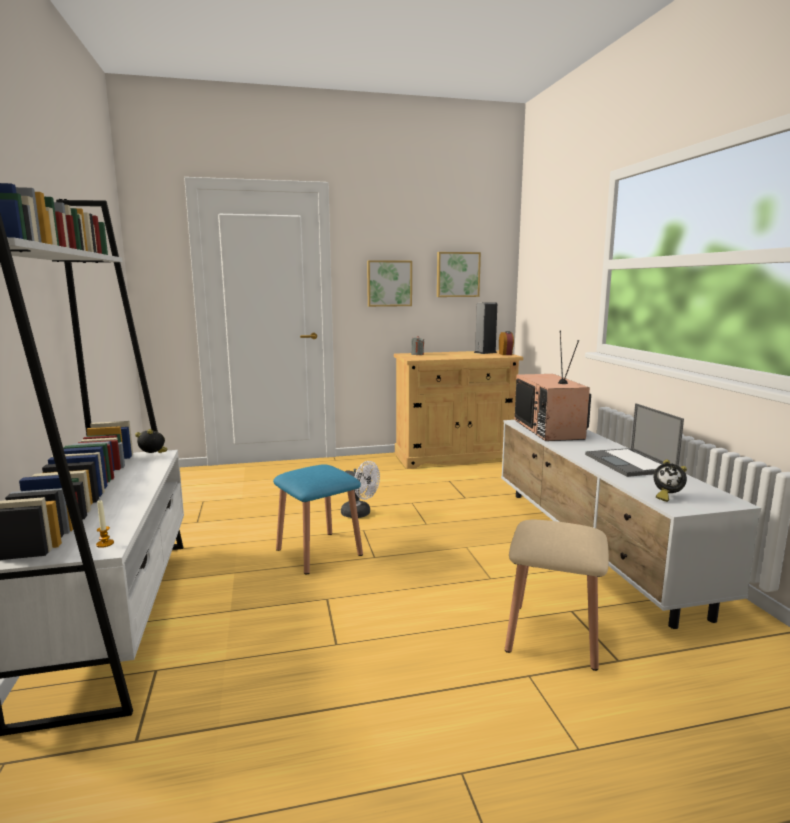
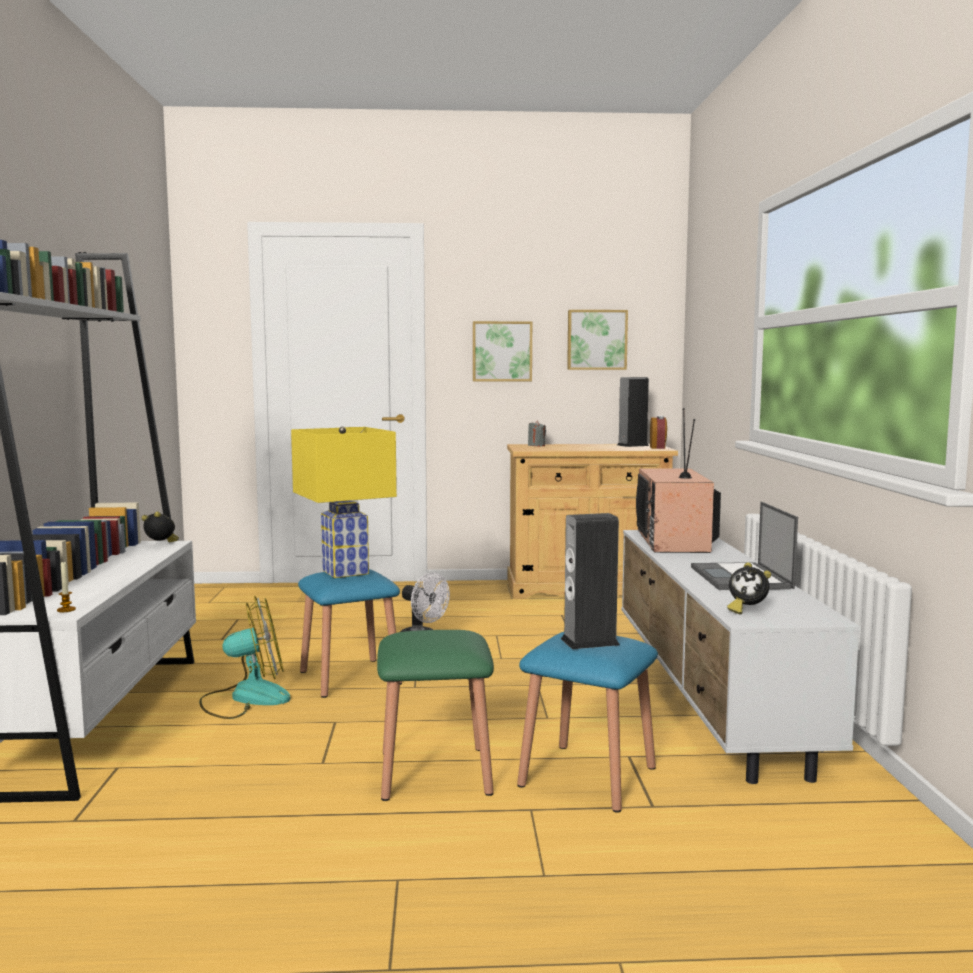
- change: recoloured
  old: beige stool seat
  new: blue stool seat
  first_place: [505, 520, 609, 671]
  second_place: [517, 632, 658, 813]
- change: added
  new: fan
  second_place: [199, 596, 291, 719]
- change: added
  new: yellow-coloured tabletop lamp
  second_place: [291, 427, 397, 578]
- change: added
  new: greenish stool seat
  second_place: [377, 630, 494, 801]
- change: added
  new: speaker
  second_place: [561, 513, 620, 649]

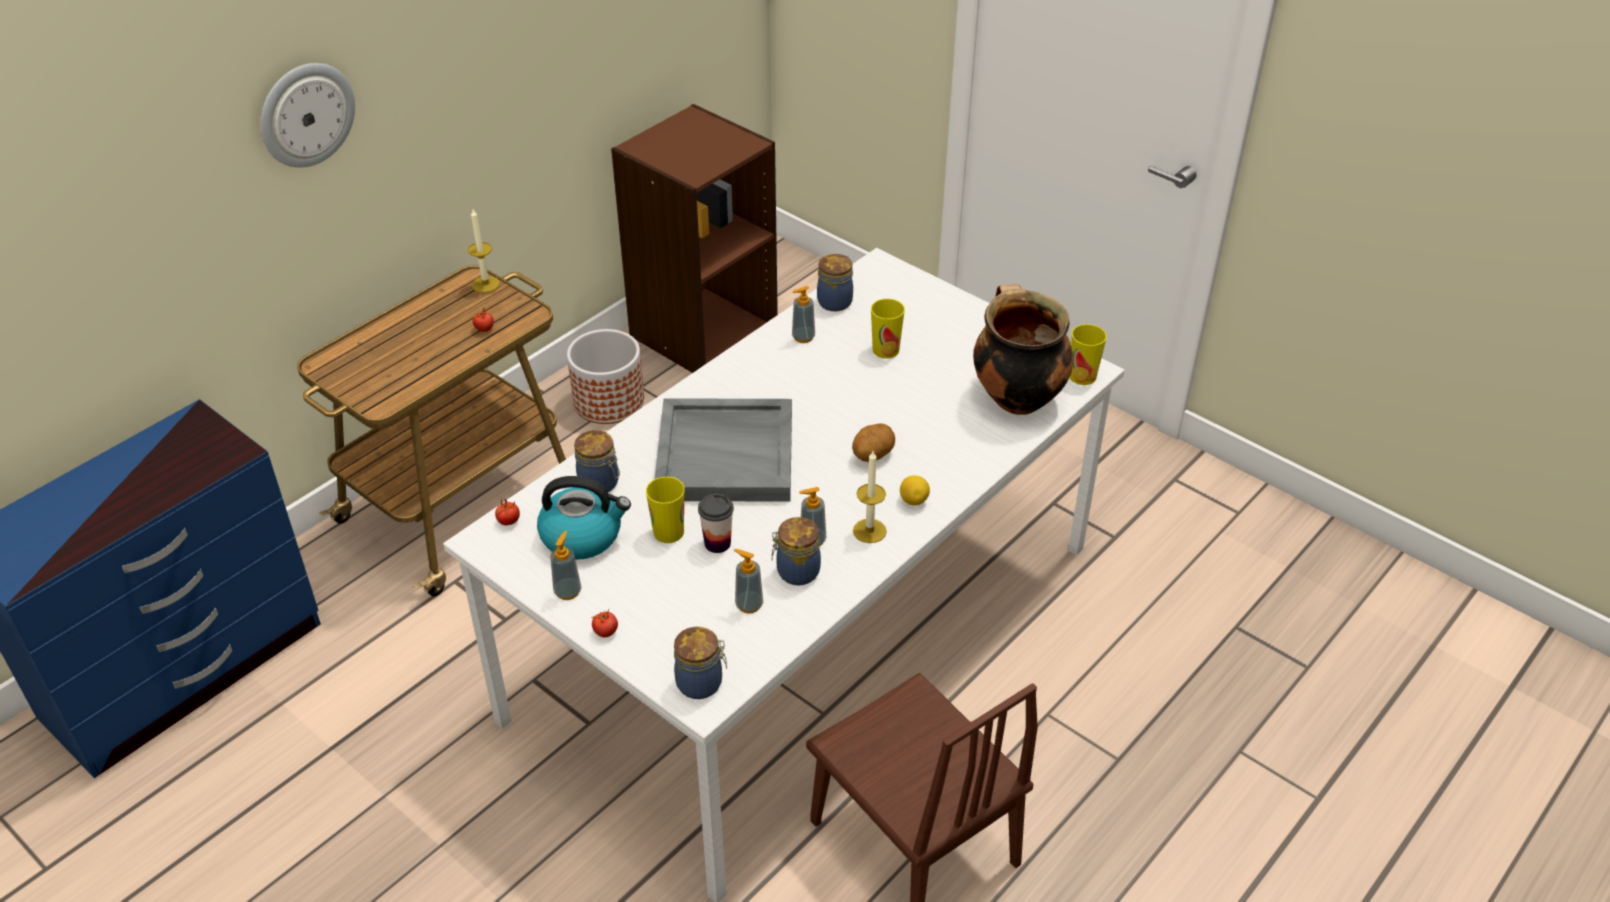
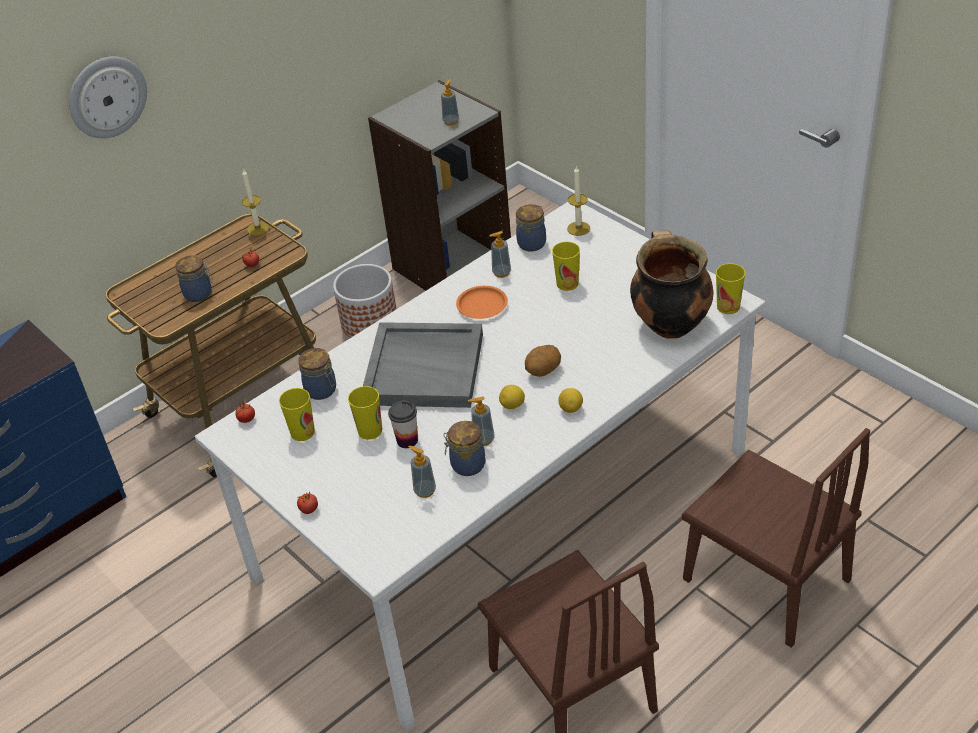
- change: replaced
  old: tea kettle
  new: drinking cup
  first_place: [537, 476, 631, 560]
  second_place: [279, 388, 315, 441]
- change: moved
  old: soap dispenser
  first_place: [550, 531, 581, 600]
  second_place: [441, 79, 459, 125]
- change: recoloured
  old: brown bookshelf
  new: grey bookshelf
  first_place: [611, 104, 778, 373]
  second_place: [368, 80, 511, 291]
- change: moved
  old: preserve jar
  first_place: [674, 627, 727, 699]
  second_place: [175, 255, 213, 302]
- change: moved
  old: wax candle
  first_place: [853, 451, 887, 543]
  second_place: [567, 165, 590, 236]
- change: added
  new: orange-coloured flat dish
  second_place: [456, 286, 508, 319]
- change: added
  new: whole lemon
  second_place: [499, 385, 525, 409]
- change: added
  new: brown upright chair
  second_place: [682, 428, 870, 648]

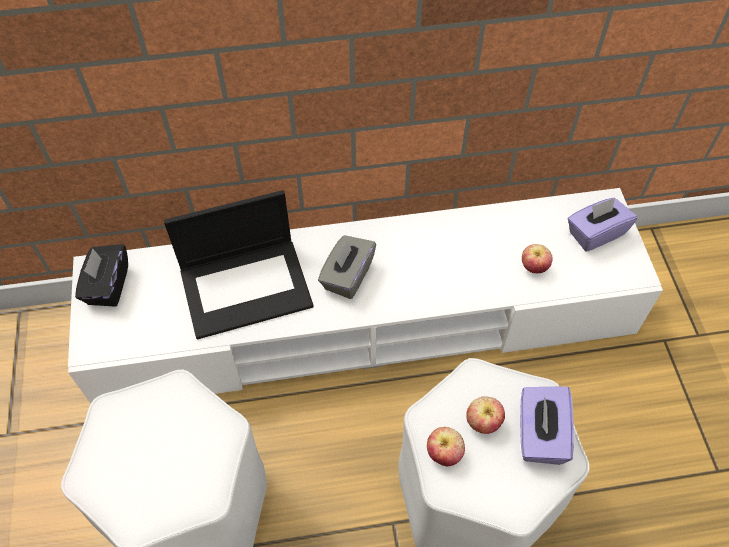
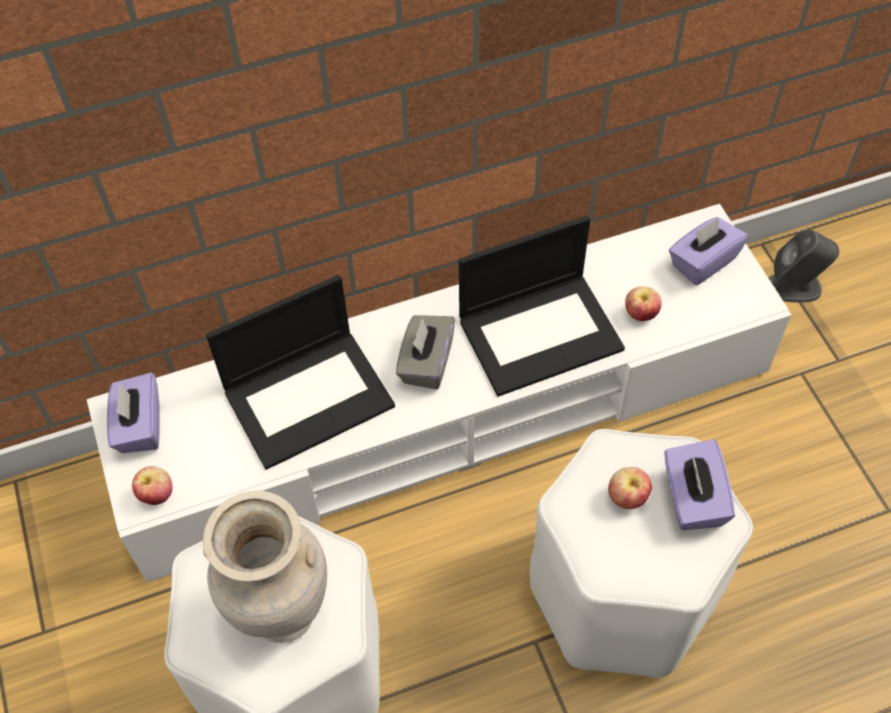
- change: recoloured
  old: black-coloured box of tissues
  new: purplish box of tissues
  first_place: [75, 244, 128, 307]
  second_place: [107, 373, 159, 453]
- change: moved
  old: apple fruit
  first_place: [427, 427, 465, 467]
  second_place: [132, 466, 172, 505]
- change: added
  new: beige vase
  second_place: [203, 490, 327, 643]
- change: added
  new: laptop
  second_place: [459, 216, 625, 397]
- change: added
  new: grey speaker
  second_place: [769, 229, 839, 303]

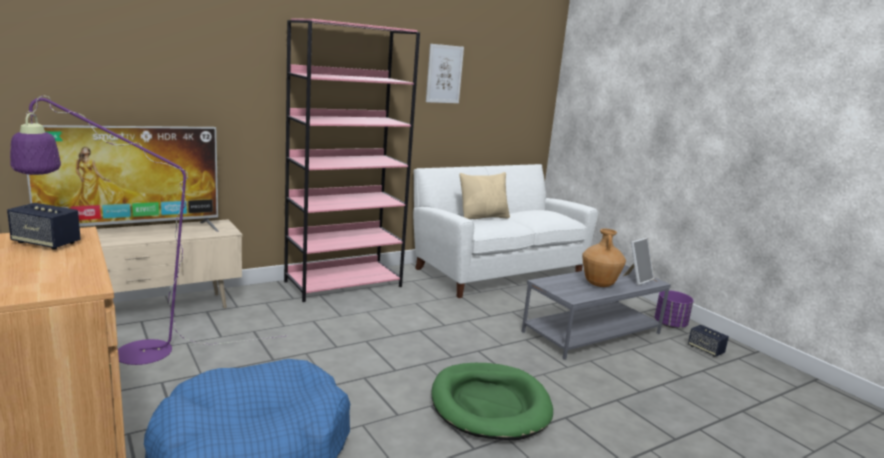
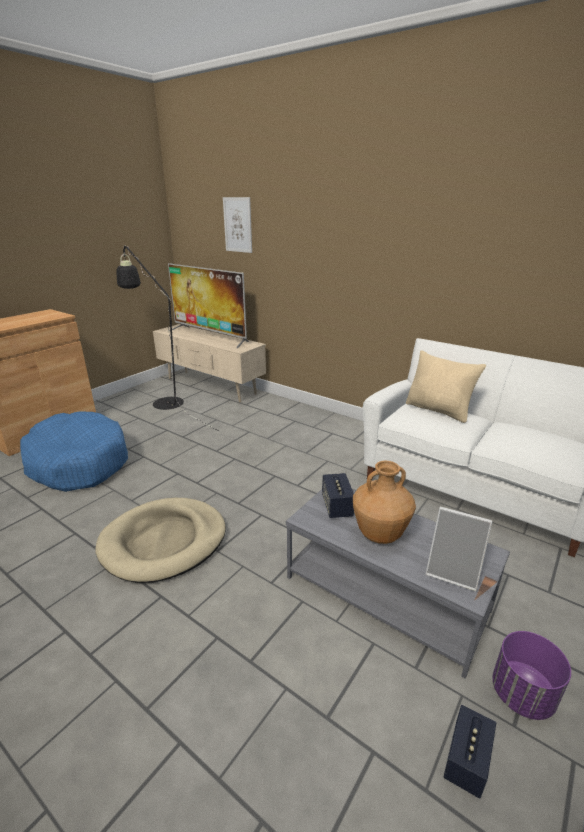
- change: moved
  old: speaker
  first_place: [7, 203, 81, 250]
  second_place: [322, 473, 354, 518]
- change: recoloured
  old: purplish standard lamp
  new: black-coloured standard lamp
  first_place: [10, 96, 288, 365]
  second_place: [117, 245, 219, 431]
- change: removed
  old: pinkish bookshelf
  first_place: [284, 18, 420, 302]
- change: moved
  old: wall picture
  first_place: [426, 44, 464, 103]
  second_place: [223, 197, 252, 253]
- change: recoloured
  old: greenish dog bed
  new: beige dog bed
  first_place: [432, 363, 553, 440]
  second_place: [96, 498, 226, 583]

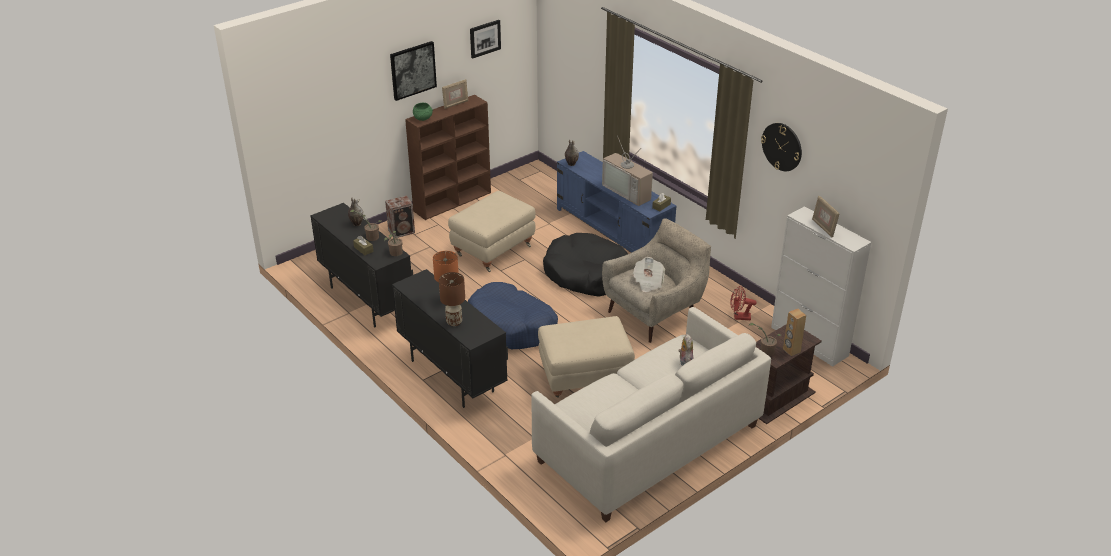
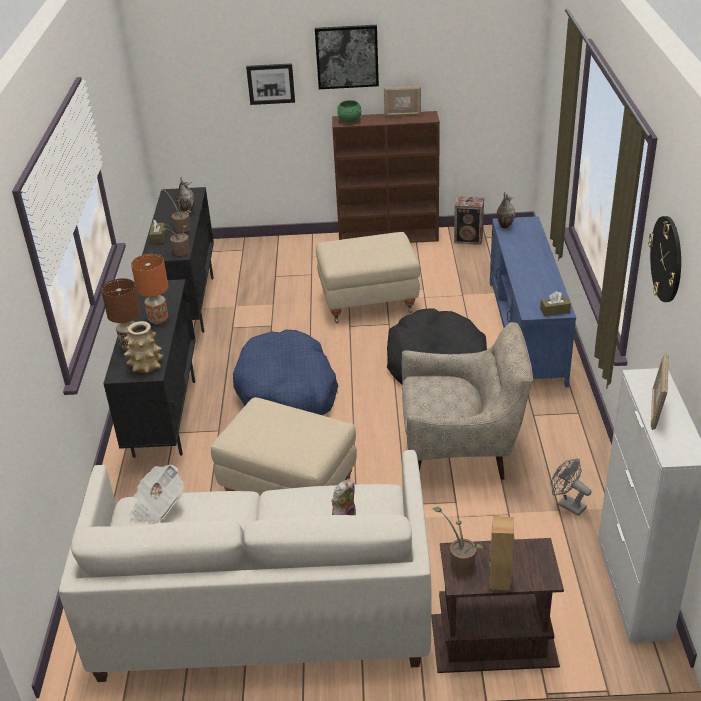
- change: moved
  old: speaker
  first_place: [385, 196, 415, 238]
  second_place: [454, 196, 484, 245]
- change: moved
  old: wall picture
  first_place: [470, 20, 501, 58]
  second_place: [246, 63, 295, 105]
- change: removed
  old: TV
  first_place: [602, 136, 653, 206]
- change: moved
  old: newspaper
  first_place: [633, 257, 665, 292]
  second_place: [130, 465, 184, 523]
- change: recoloured
  old: reddish fan
  new: grey fan
  first_place: [730, 286, 757, 320]
  second_place: [551, 459, 591, 516]
- change: added
  new: vase
  second_place: [124, 321, 163, 373]

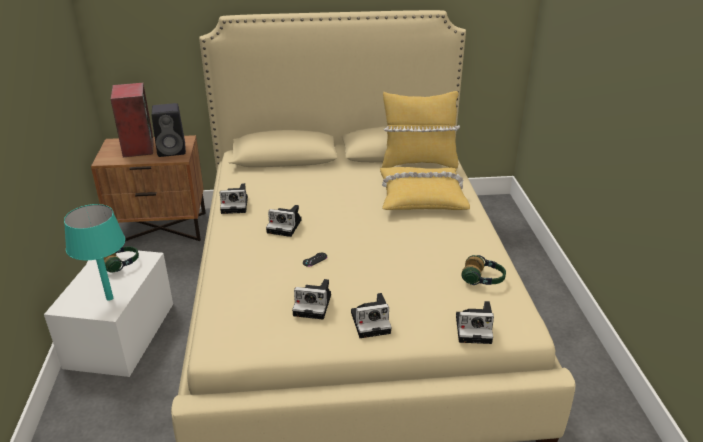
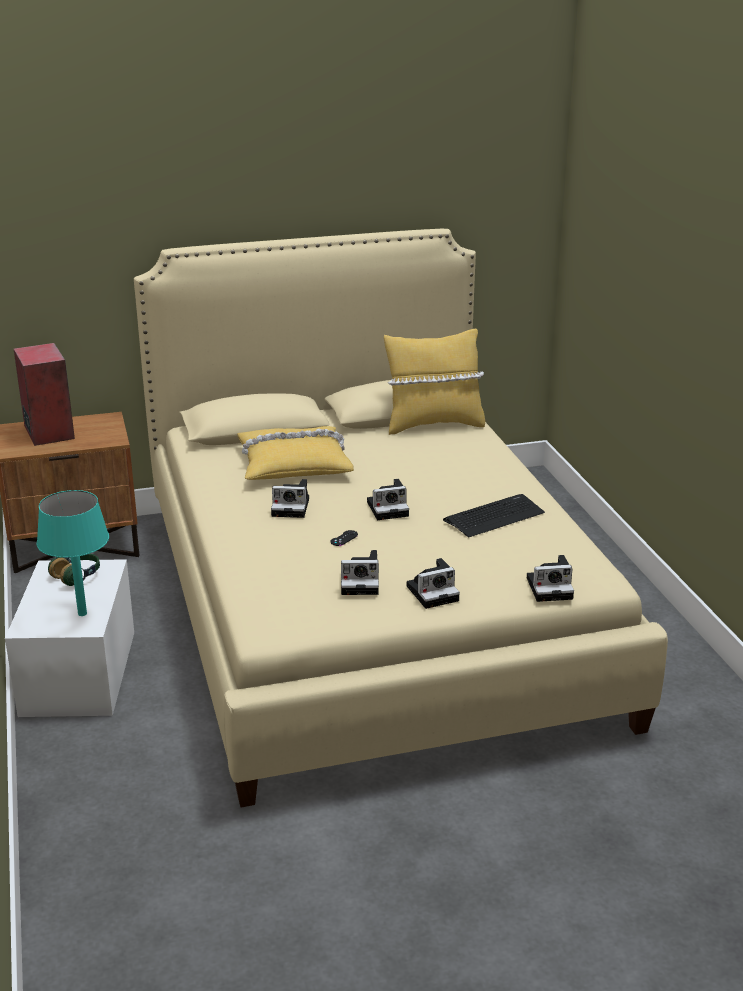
- change: removed
  old: black-coloured speaker
  first_place: [152, 103, 186, 157]
- change: moved
  old: still camera
  first_place: [220, 183, 248, 214]
  second_place: [367, 479, 409, 520]
- change: moved
  old: yellow-coloured pillow
  first_place: [380, 167, 470, 210]
  second_place: [237, 426, 354, 480]
- change: removed
  old: headset
  first_place: [461, 255, 506, 285]
- change: added
  new: computer keyboard
  second_place: [443, 494, 545, 538]

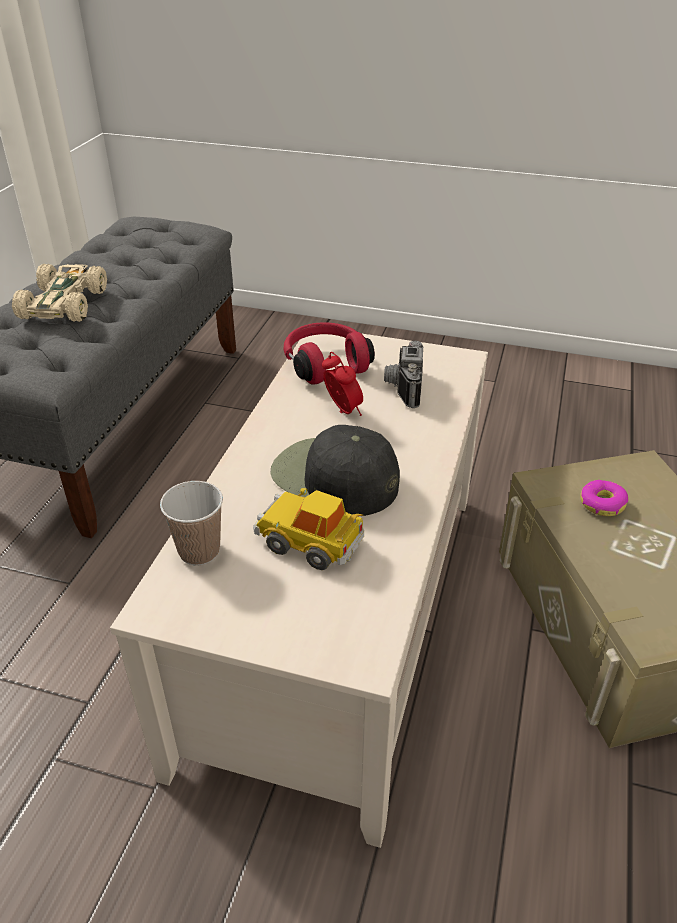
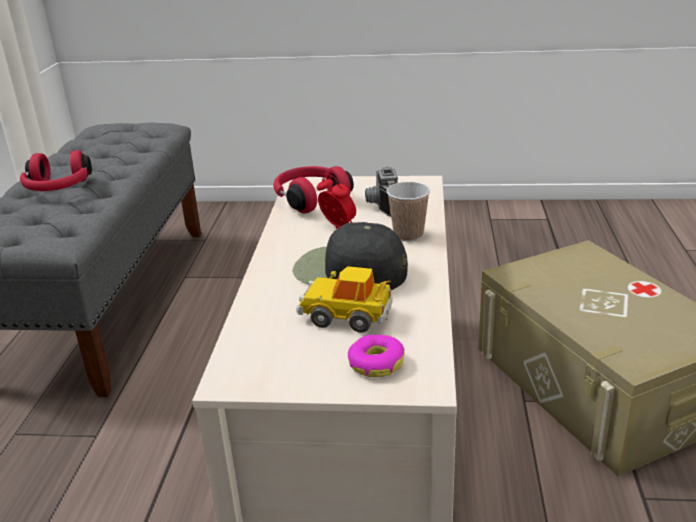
- change: replaced
  old: beige toy car
  new: reddish headset
  first_place: [12, 264, 107, 322]
  second_place: [20, 150, 92, 191]
- change: moved
  old: drinking cup
  first_place: [160, 481, 223, 566]
  second_place: [387, 182, 430, 241]
- change: moved
  old: donut
  first_place: [580, 480, 628, 516]
  second_place: [348, 335, 405, 377]

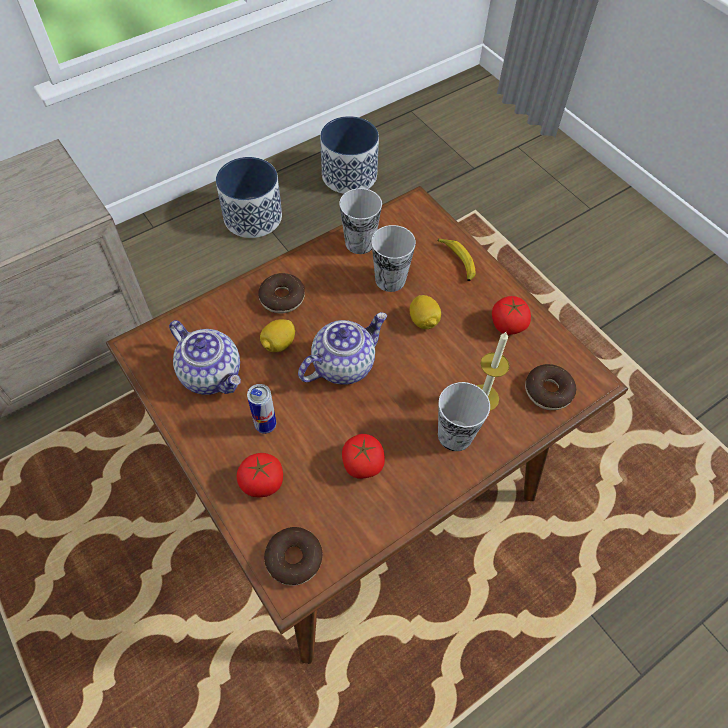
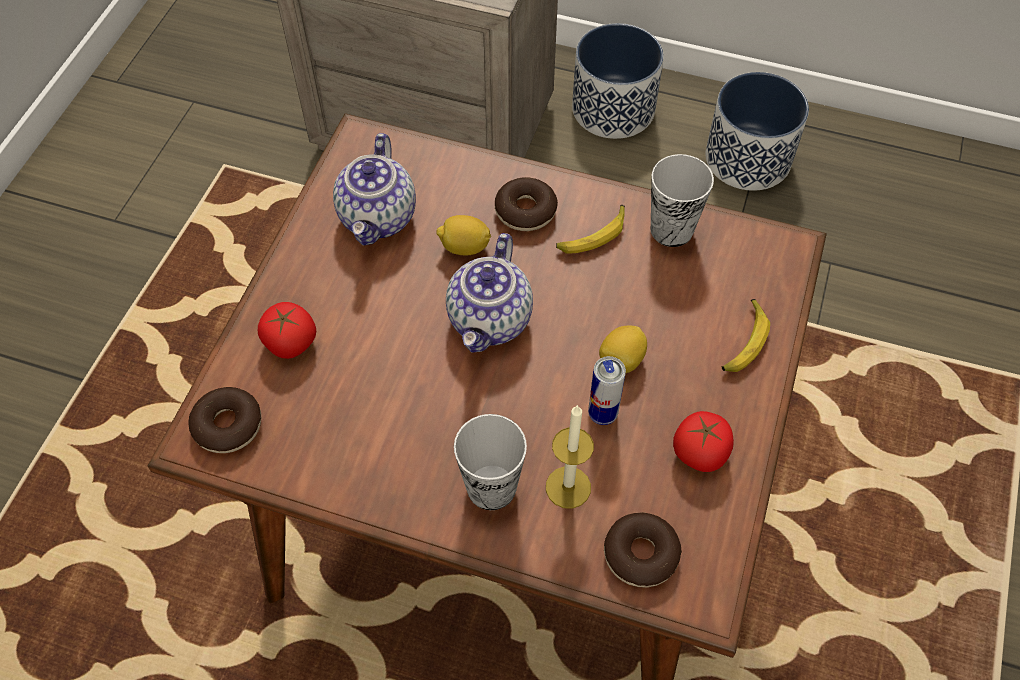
- change: moved
  old: sealed can
  first_place: [247, 384, 276, 434]
  second_place: [588, 356, 626, 425]
- change: turned
  old: teapot
  first_place: [298, 312, 387, 385]
  second_place: [446, 233, 533, 353]
  degrees: 90
- change: moved
  old: flower pot
  first_place: [320, 116, 379, 194]
  second_place: [572, 23, 664, 139]
- change: removed
  old: whole tomato
  first_place: [342, 434, 385, 479]
- change: removed
  old: drinking cup
  first_place: [371, 225, 416, 292]
- change: added
  new: whole banana
  second_place: [556, 205, 625, 254]

